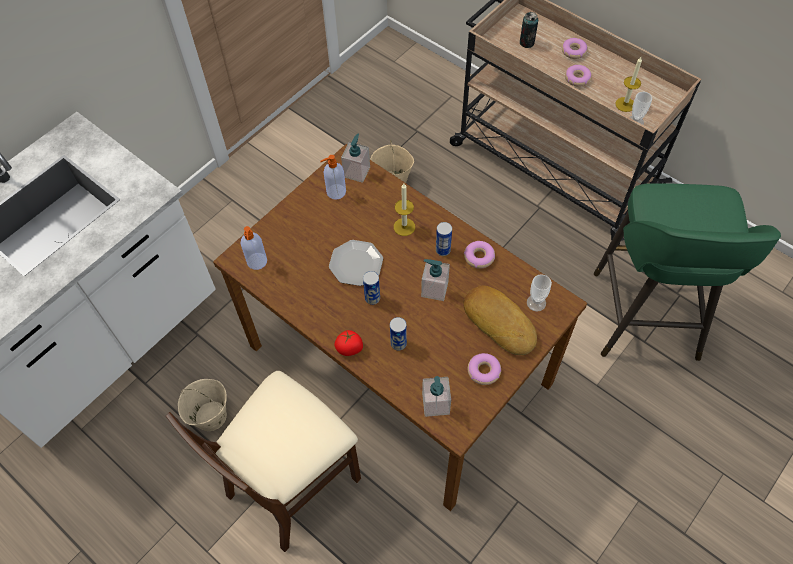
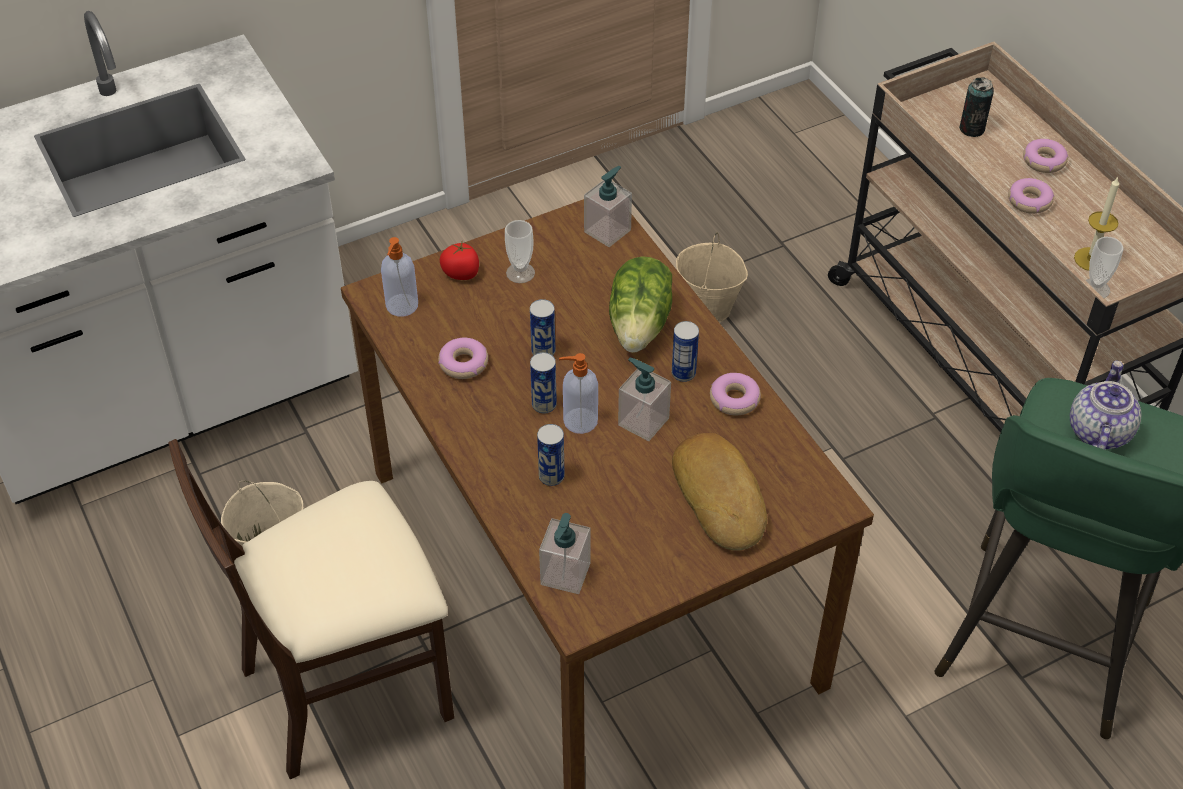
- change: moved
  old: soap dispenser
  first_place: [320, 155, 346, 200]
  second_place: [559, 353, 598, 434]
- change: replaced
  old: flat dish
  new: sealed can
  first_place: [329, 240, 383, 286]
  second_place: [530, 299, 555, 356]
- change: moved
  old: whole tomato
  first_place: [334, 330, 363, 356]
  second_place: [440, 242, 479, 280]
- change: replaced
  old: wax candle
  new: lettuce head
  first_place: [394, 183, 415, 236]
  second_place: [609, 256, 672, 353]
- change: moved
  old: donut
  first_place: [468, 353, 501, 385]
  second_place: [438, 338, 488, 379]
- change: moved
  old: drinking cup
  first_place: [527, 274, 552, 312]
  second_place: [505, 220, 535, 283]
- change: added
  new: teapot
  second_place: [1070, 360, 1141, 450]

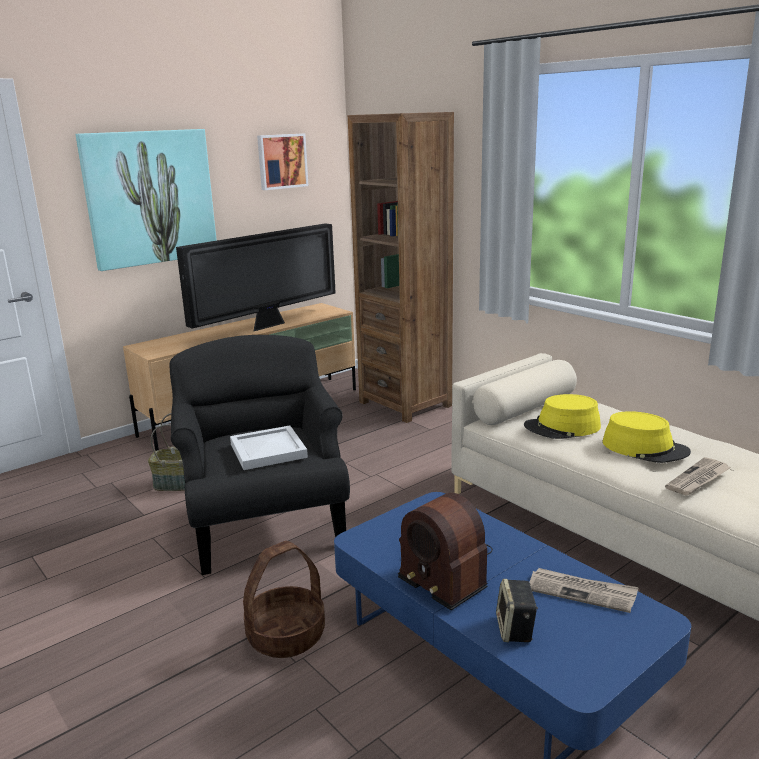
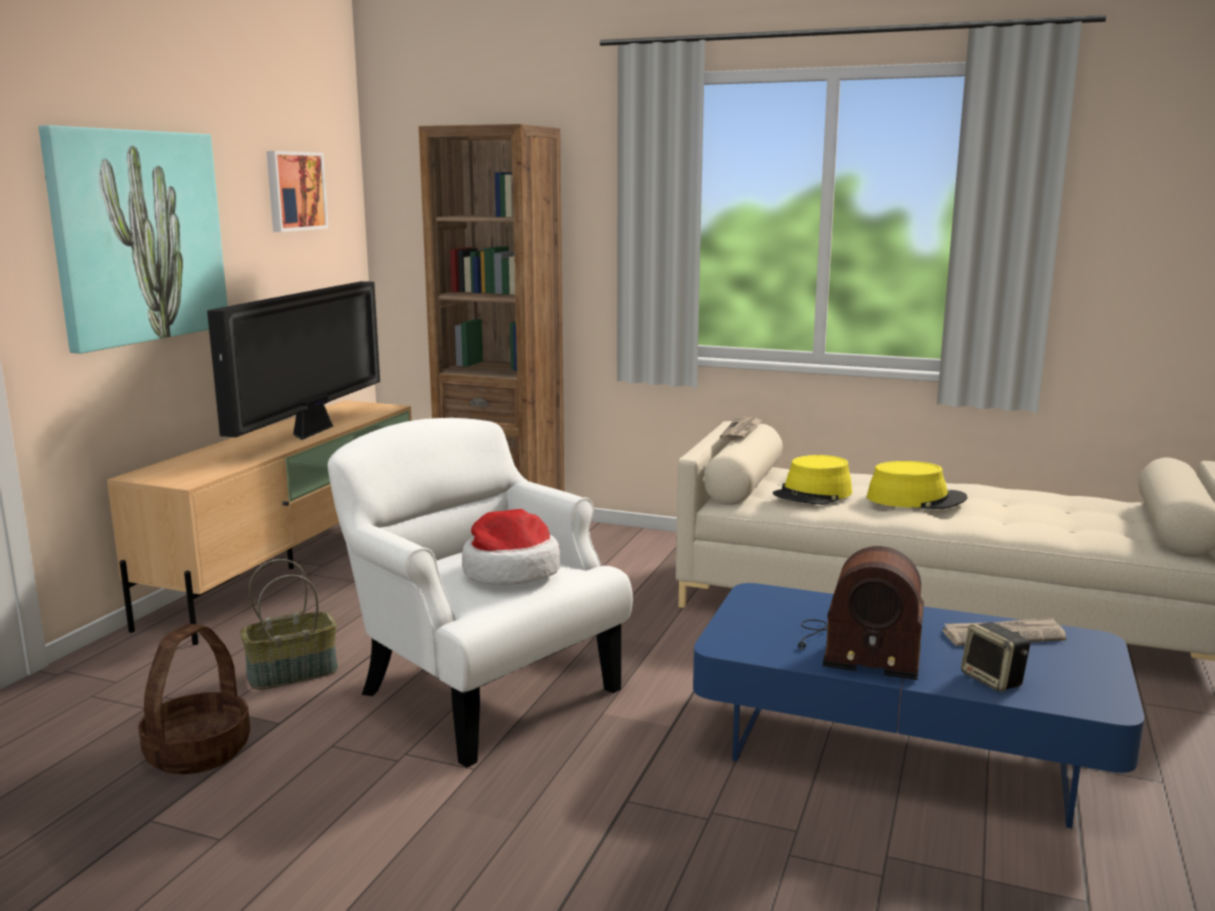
- change: recoloured
  old: black-coloured lounge chair
  new: whitish lounge chair
  first_place: [170, 335, 350, 575]
  second_place: [328, 418, 633, 768]
- change: replaced
  old: whitish carrying tray
  new: wearable hat
  first_place: [230, 425, 308, 470]
  second_place: [462, 509, 560, 585]
- change: moved
  old: household basket
  first_place: [243, 541, 325, 658]
  second_place: [138, 624, 250, 774]
- change: moved
  old: newspaper
  first_place: [665, 457, 731, 496]
  second_place: [720, 417, 763, 441]

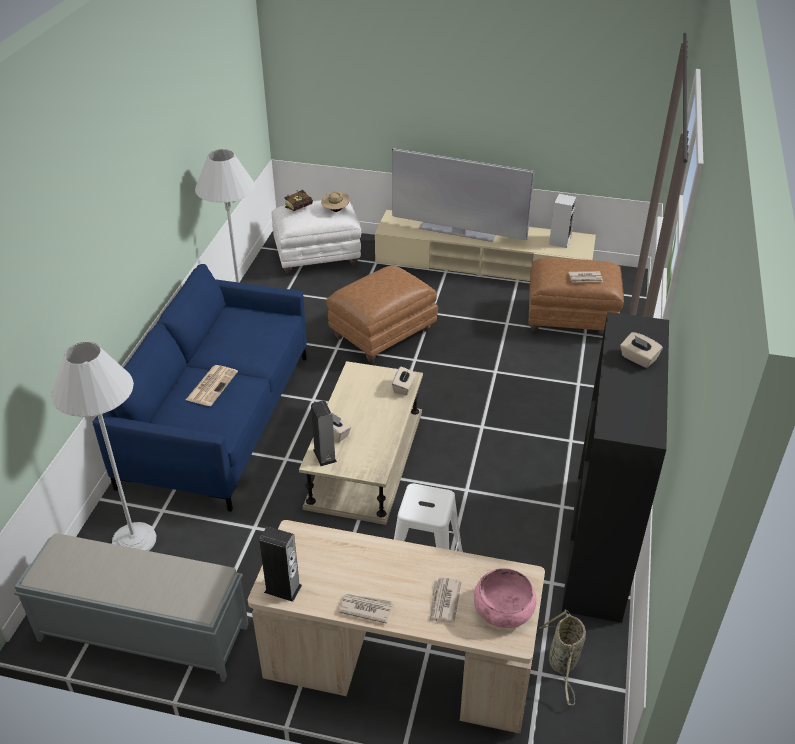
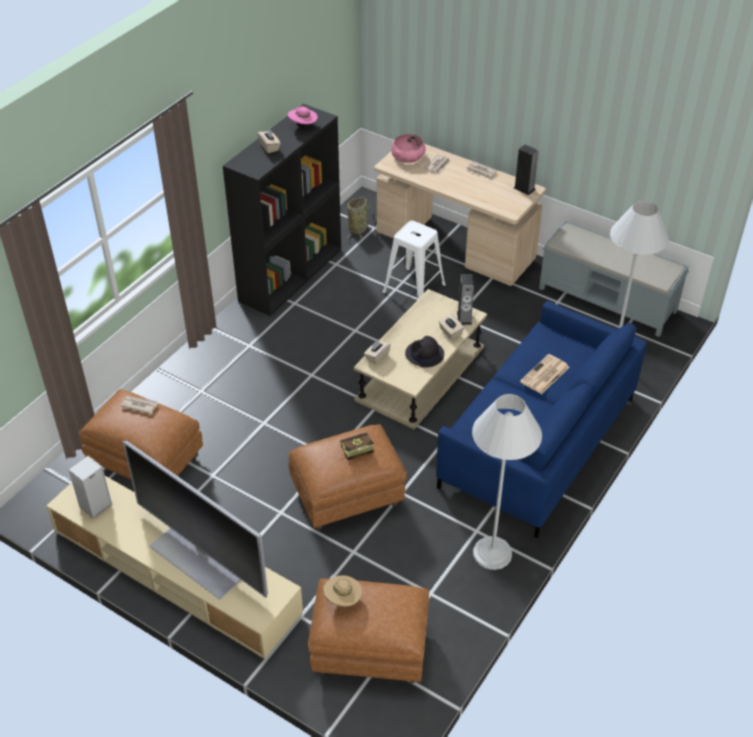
- change: recoloured
  old: whitish pouffe
  new: brown pouffe
  first_place: [271, 200, 361, 274]
  second_place: [308, 578, 429, 683]
- change: moved
  old: bound book
  first_place: [284, 190, 313, 211]
  second_place: [339, 433, 374, 461]
- change: added
  new: pinkish wearable hat
  second_place: [288, 106, 318, 127]
- change: added
  new: black-coloured wearable hat
  second_place: [405, 336, 444, 367]

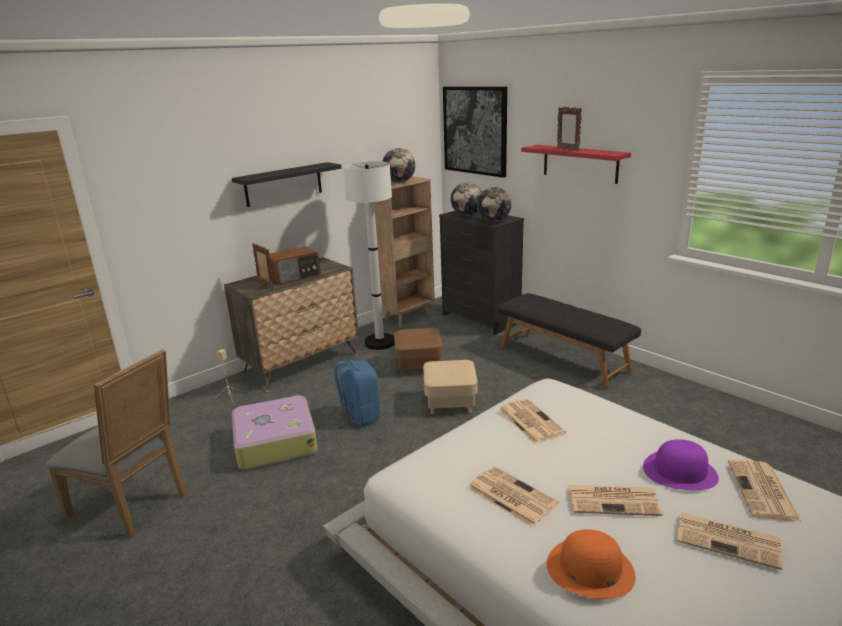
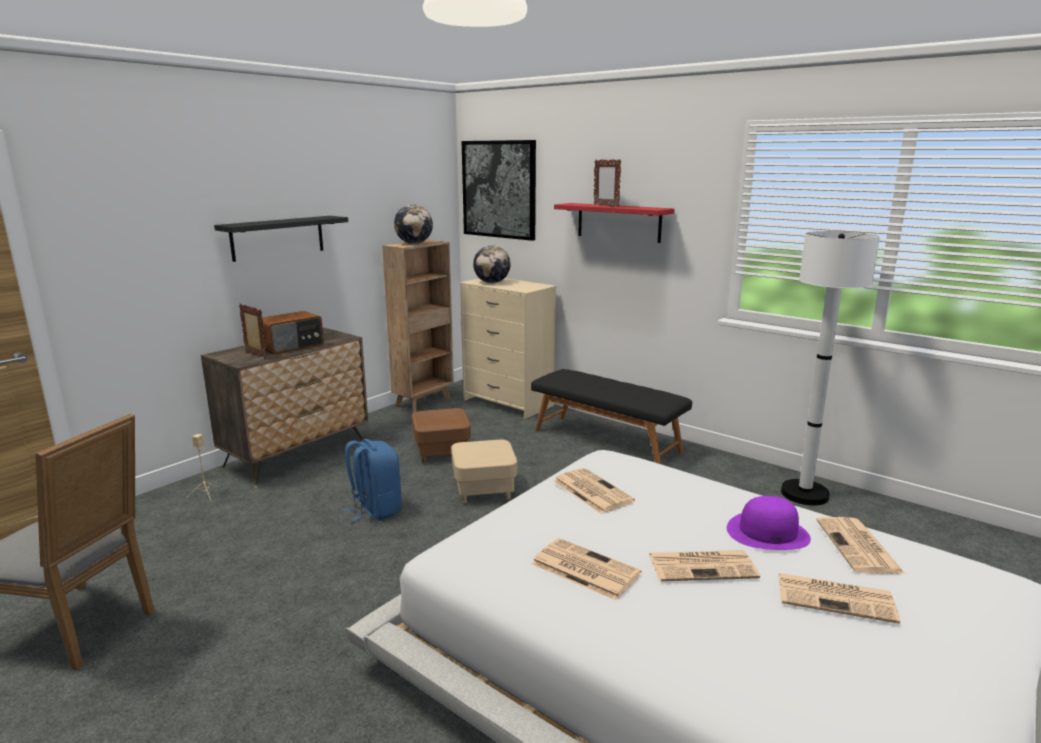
- change: removed
  old: travel case
  first_place: [232, 395, 318, 469]
- change: moved
  old: whitish standard lamp
  first_place: [343, 161, 395, 350]
  second_place: [781, 231, 880, 505]
- change: recoloured
  old: black-coloured chest of drawers
  new: beige chest of drawers
  first_place: [439, 211, 524, 335]
  second_place: [460, 278, 557, 419]
- change: removed
  old: globe
  first_place: [477, 187, 511, 222]
- change: removed
  old: orange-coloured wearable hat
  first_place: [547, 529, 636, 599]

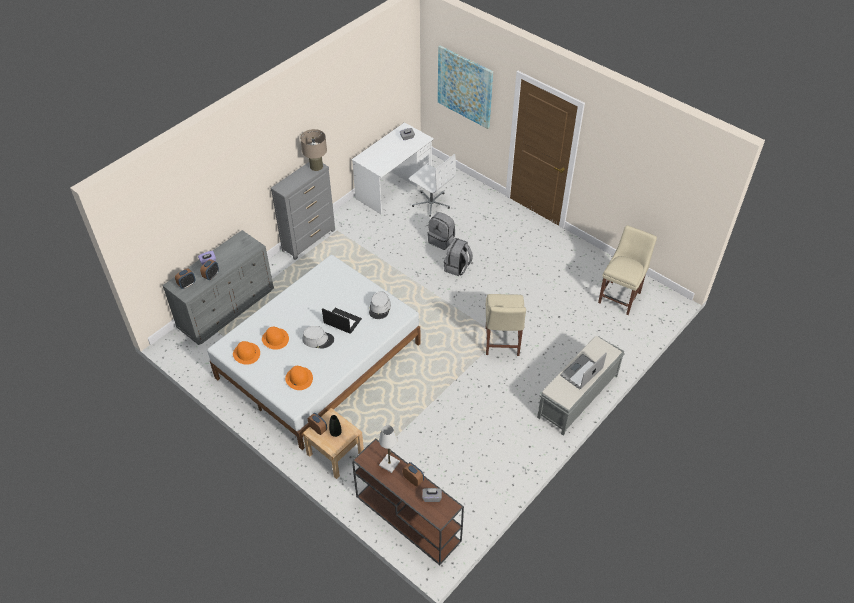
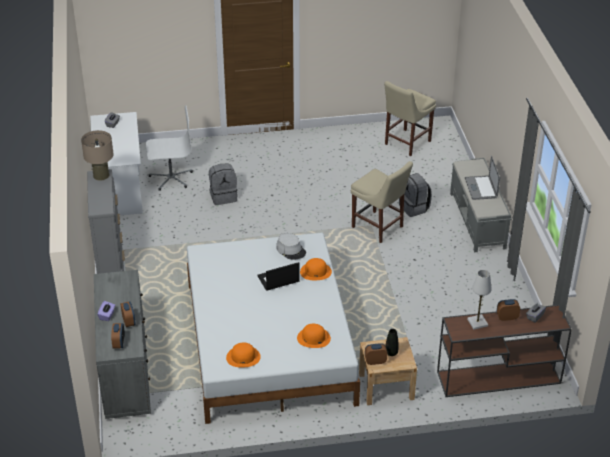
- change: moved
  old: orange-coloured wearable hat
  first_place: [262, 327, 289, 350]
  second_place: [300, 258, 332, 280]
- change: removed
  old: grey wearable hat
  first_place: [302, 326, 334, 349]
- change: removed
  old: wall picture
  first_place: [438, 46, 493, 129]
- change: moved
  old: grey knapsack
  first_place: [444, 238, 473, 276]
  second_place: [399, 173, 432, 217]
- change: turned
  old: beige upright chair
  first_place: [598, 225, 657, 315]
  second_place: [384, 81, 436, 156]
  degrees: -120

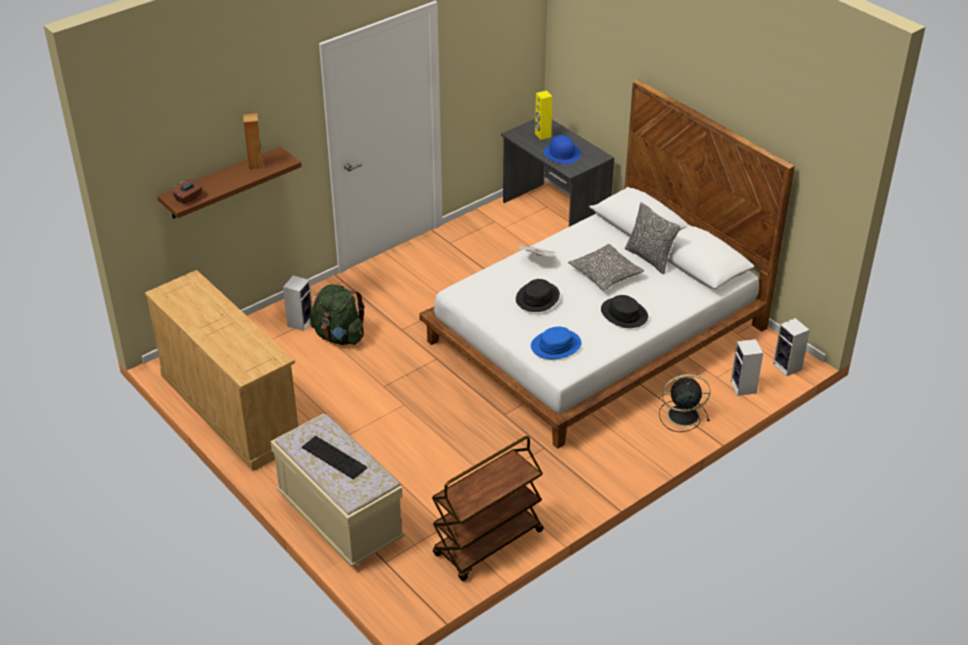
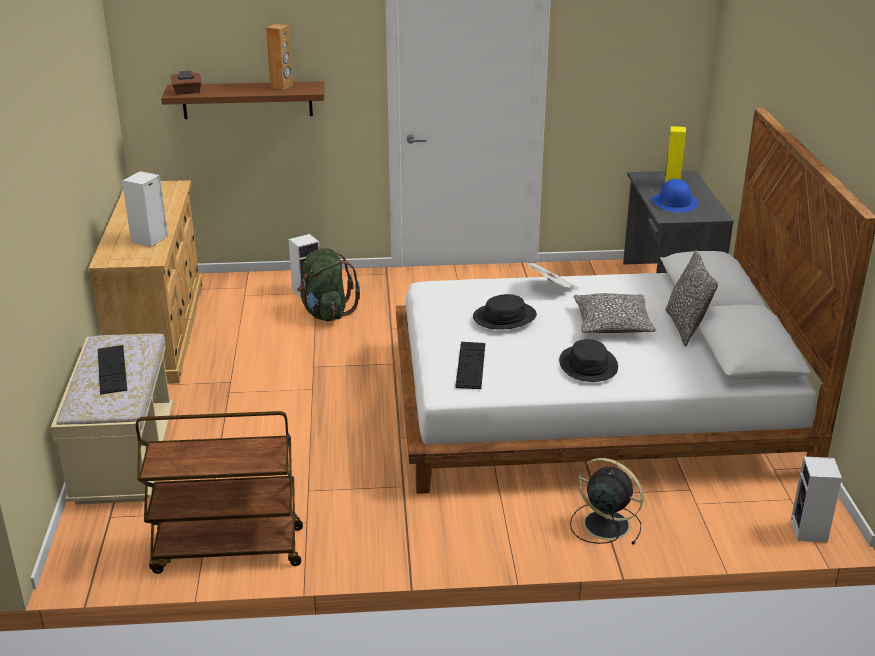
- change: replaced
  old: blue wearable hat
  new: computer keyboard
  first_place: [531, 327, 582, 359]
  second_place: [455, 342, 485, 389]
- change: moved
  old: speaker
  first_place: [731, 339, 763, 396]
  second_place: [122, 171, 168, 247]

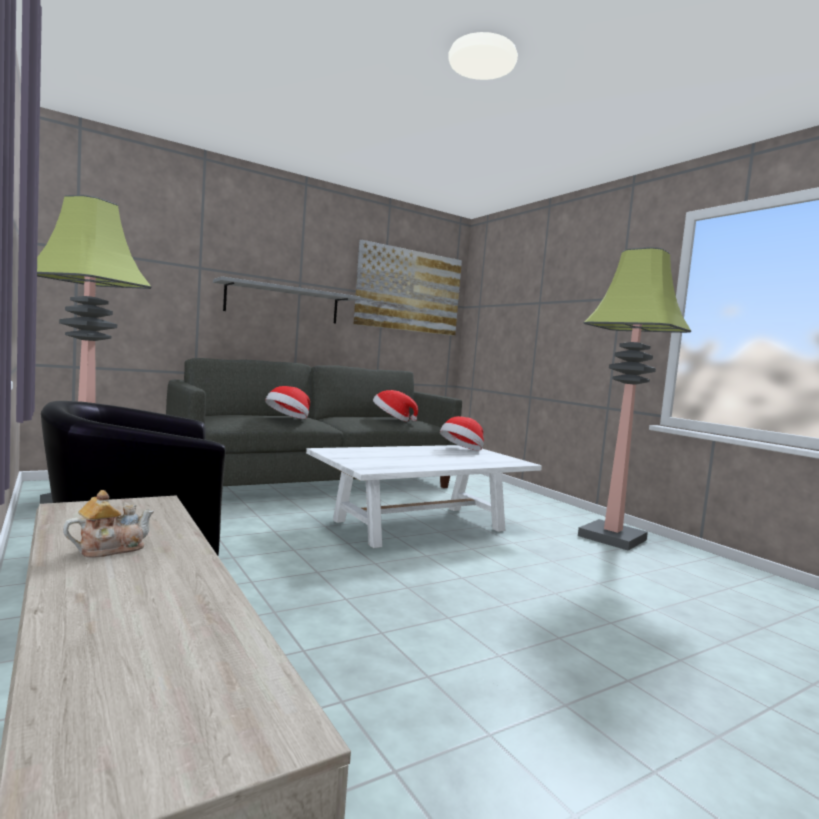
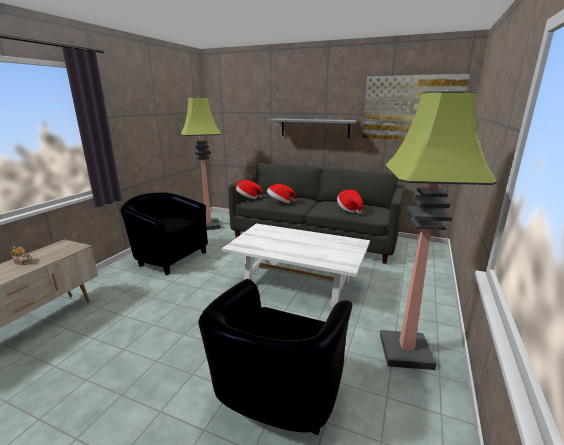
- change: moved
  old: wearable hat
  first_place: [440, 416, 484, 451]
  second_place: [236, 180, 262, 199]
- change: added
  new: black-coloured lounge chair
  second_place: [198, 279, 353, 435]

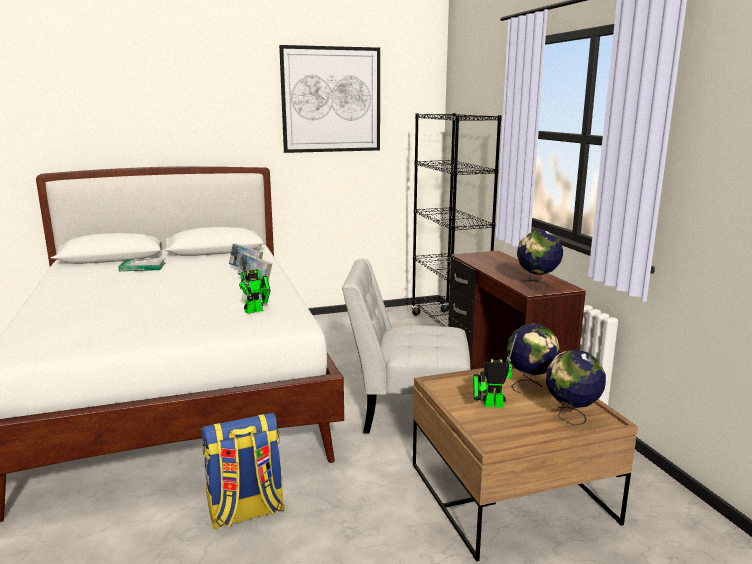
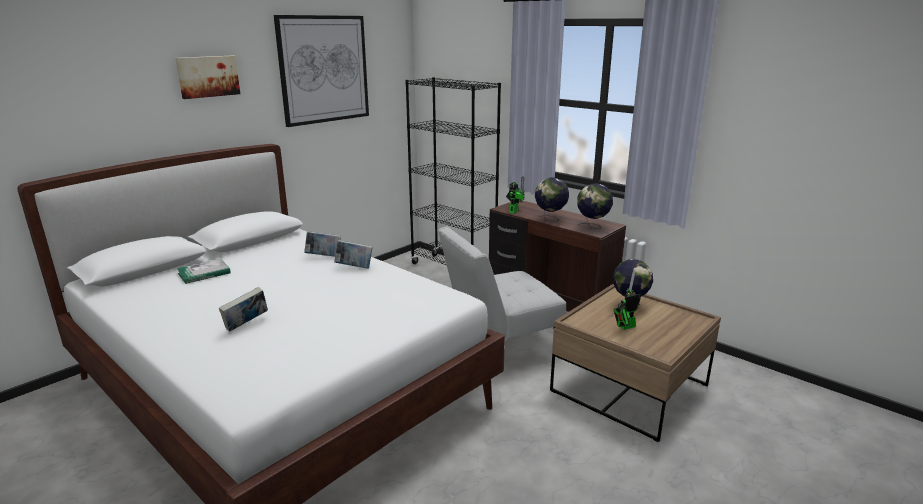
- change: removed
  old: knapsack
  first_place: [201, 413, 285, 529]
- change: moved
  old: model robot
  first_place: [239, 261, 271, 314]
  second_place: [506, 176, 525, 214]
- change: moved
  old: globe
  first_place: [546, 350, 606, 425]
  second_place: [535, 178, 569, 222]
- change: added
  new: wall picture
  second_place: [175, 56, 240, 99]
- change: added
  new: bound book
  second_place: [219, 287, 268, 332]

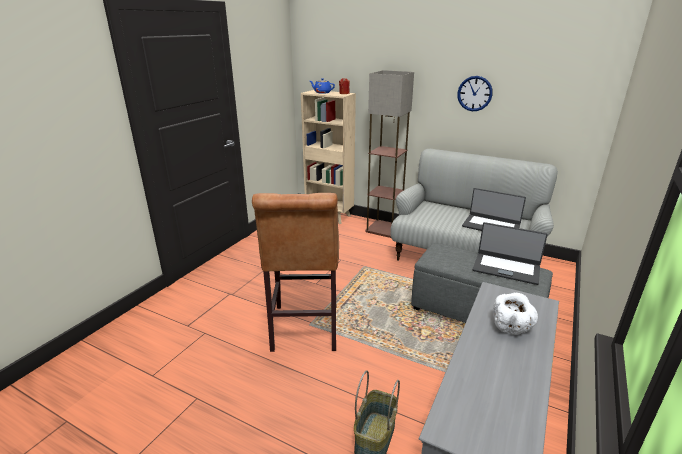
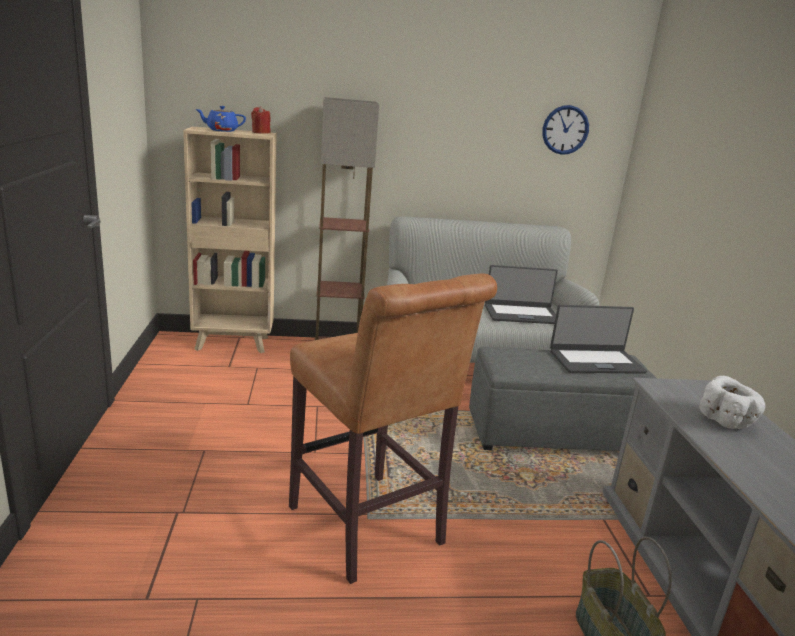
- change: moved
  old: clock on the wall
  first_place: [457, 76, 493, 111]
  second_place: [542, 105, 589, 155]

